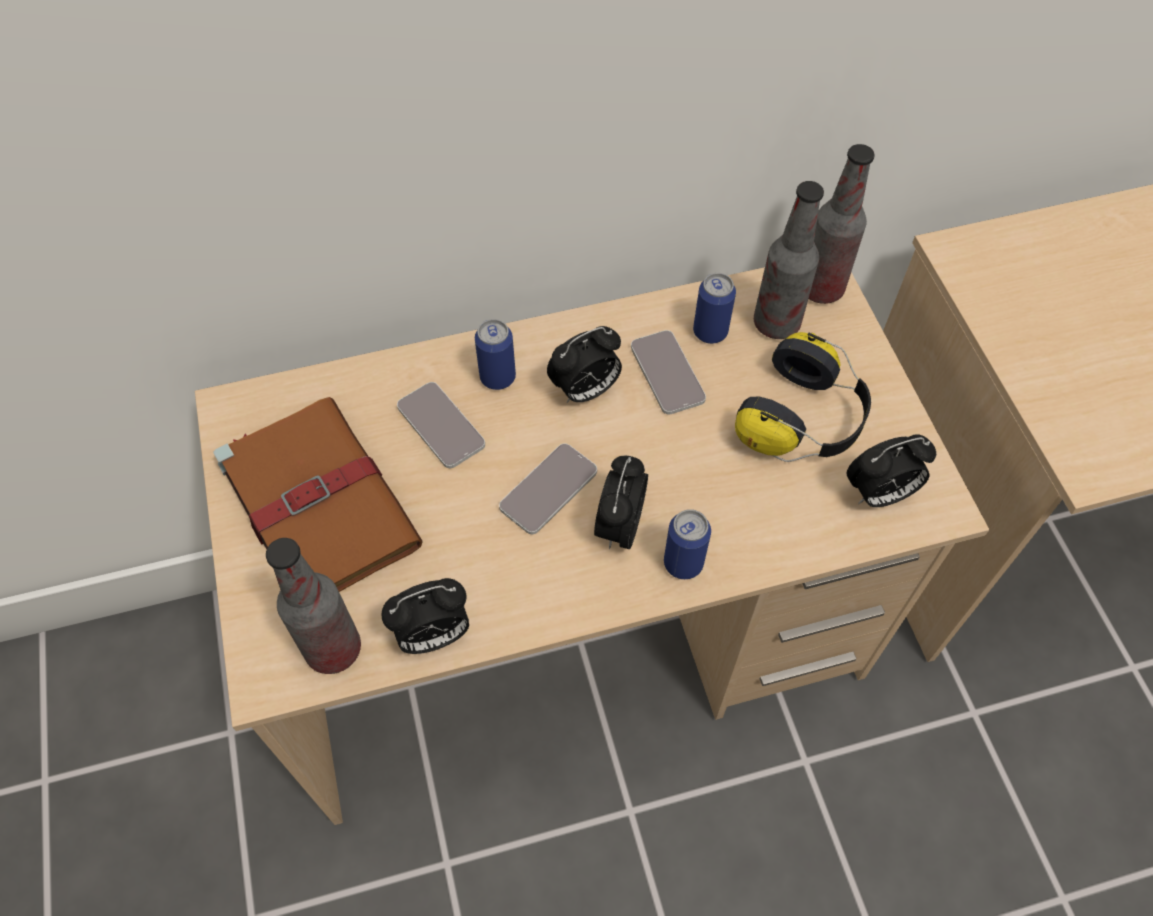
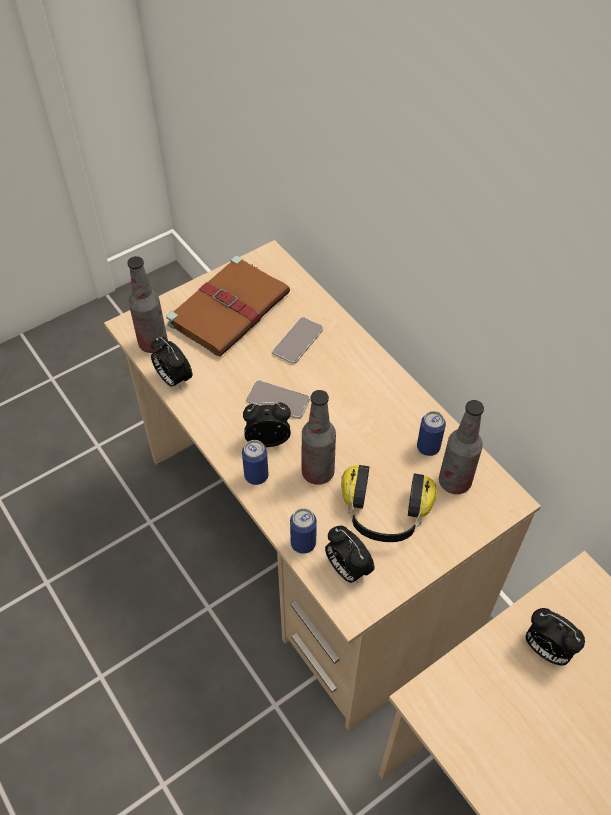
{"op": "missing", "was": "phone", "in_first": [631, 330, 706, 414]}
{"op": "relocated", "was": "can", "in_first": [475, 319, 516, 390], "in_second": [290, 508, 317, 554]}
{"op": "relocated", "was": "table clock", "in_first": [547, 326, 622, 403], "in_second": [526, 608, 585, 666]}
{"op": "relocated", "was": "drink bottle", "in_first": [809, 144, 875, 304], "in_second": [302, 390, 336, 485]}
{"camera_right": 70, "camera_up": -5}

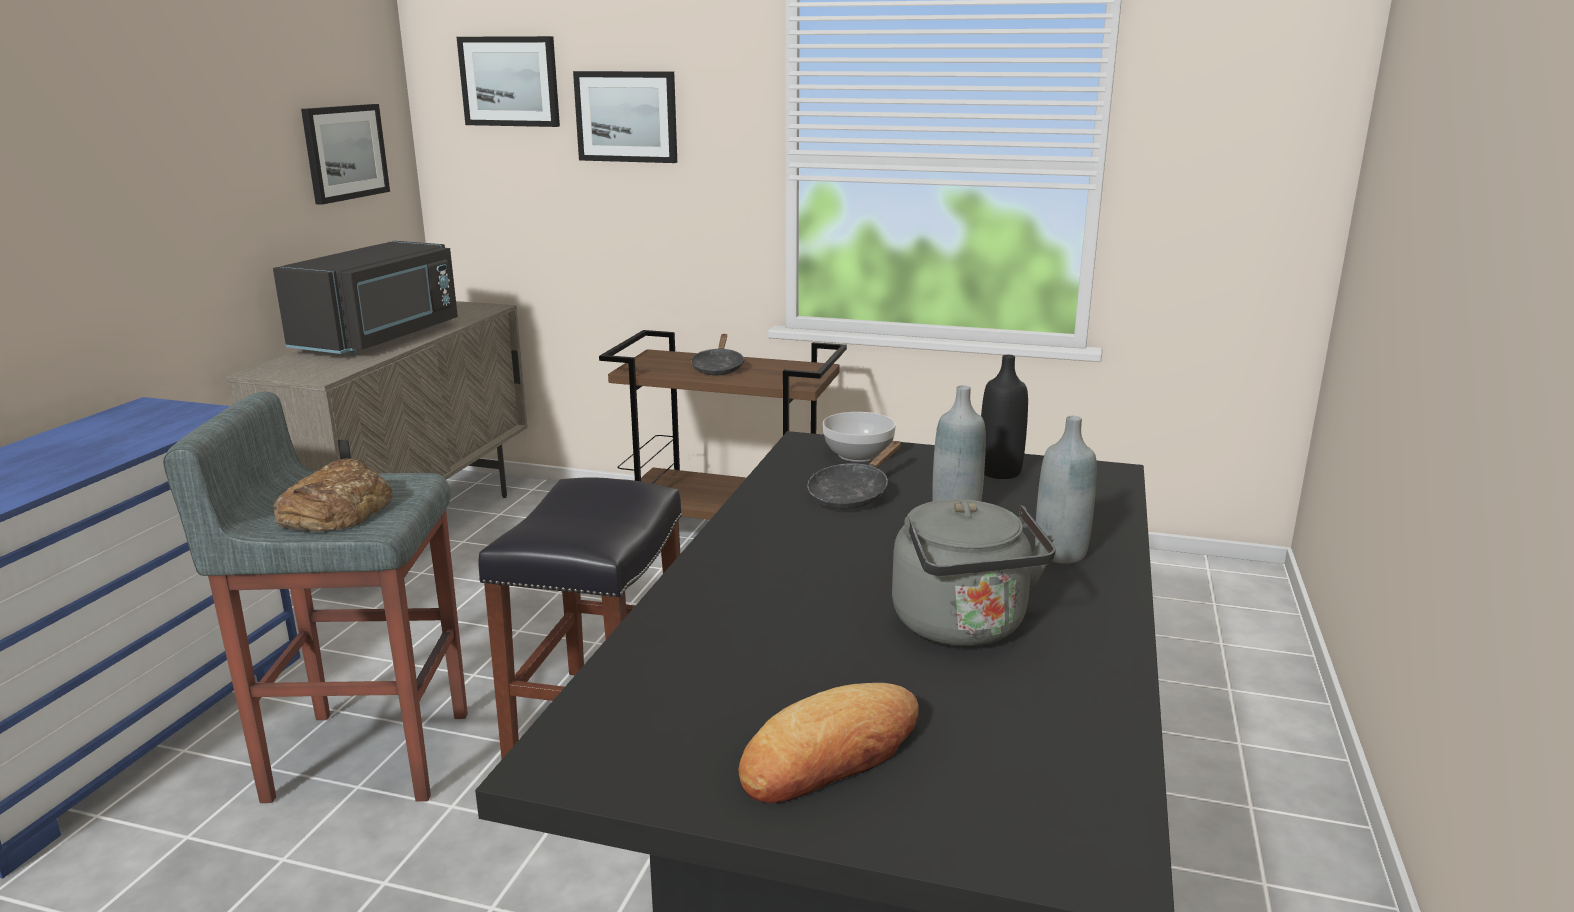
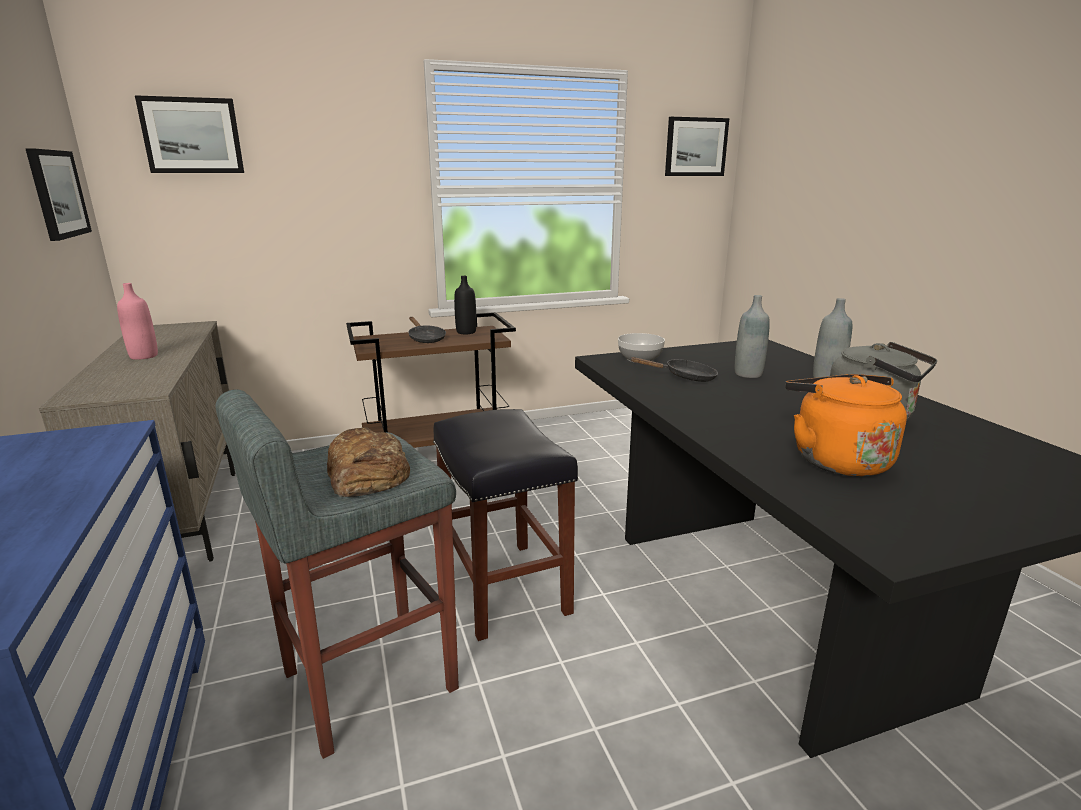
{"op": "missing", "was": "bakery bread", "in_first": [738, 683, 919, 803]}
{"op": "appeared", "now": "orange water kettle", "in_second": [785, 374, 907, 477]}
{"op": "relocated", "was": "wall picture", "in_first": [573, 71, 677, 163], "in_second": [665, 117, 730, 176]}
{"op": "relocated", "was": "black-coloured drink bottle", "in_first": [981, 355, 1028, 479], "in_second": [454, 276, 476, 334]}
{"op": "exchanged", "was": "black-coloured microwave oven", "now": "pink-coloured drink bottle", "in_first": [273, 241, 458, 354], "in_second": [117, 283, 158, 360]}
{"op": "spun", "was": "black-coloured skillet", "in_first": [807, 441, 901, 510], "in_second": [630, 357, 718, 382], "clockwise": -90}
{"camera_right": -35, "camera_up": 0}

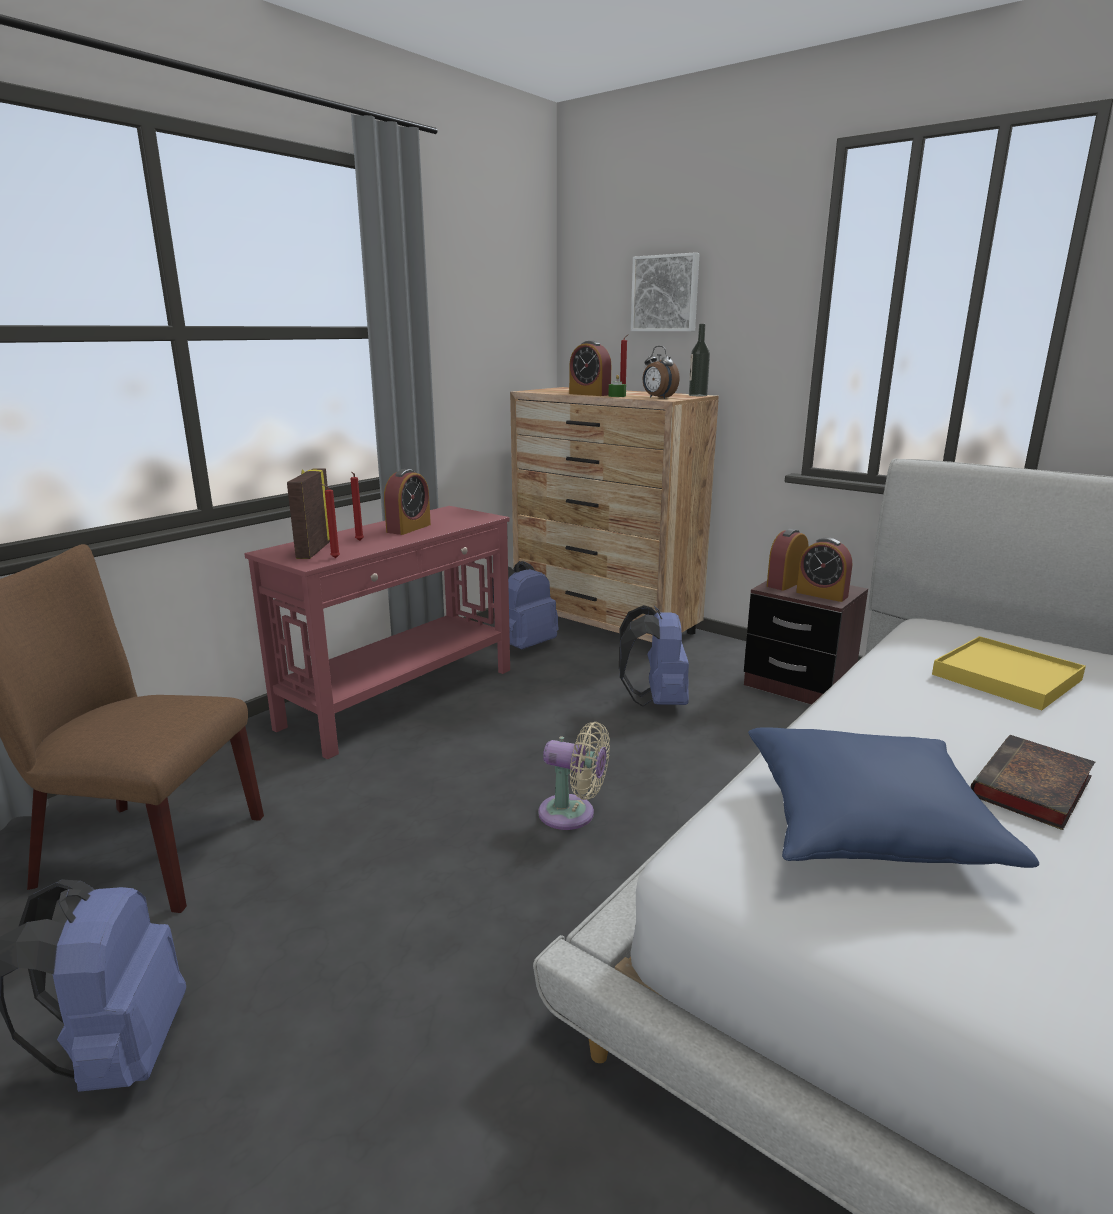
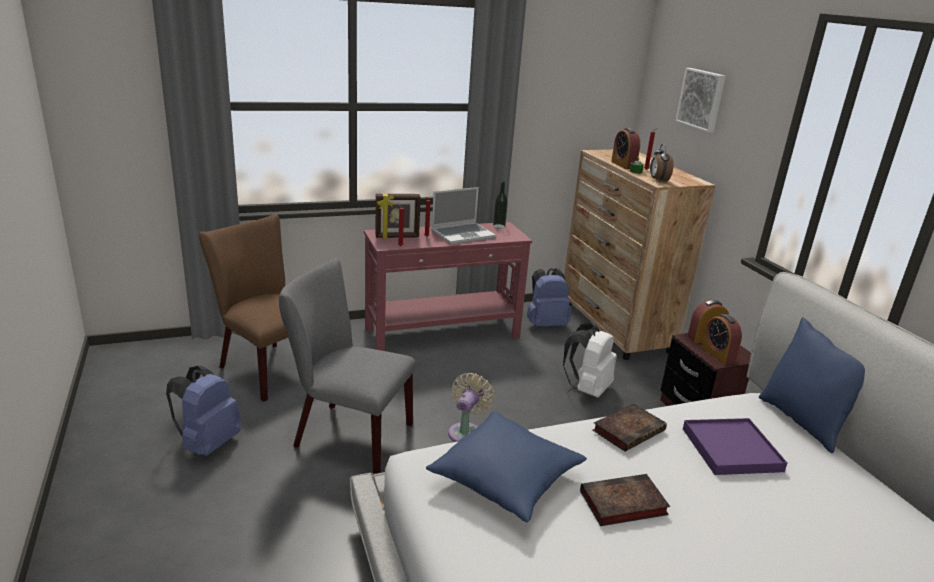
{"op": "appeared", "now": "greyish plain chair", "in_second": [279, 258, 416, 474]}
{"op": "appeared", "now": "book", "in_second": [593, 404, 667, 451]}
{"op": "appeared", "now": "blue throw pillow", "in_second": [759, 317, 865, 454]}
{"op": "relocated", "was": "drink bottle", "in_first": [689, 324, 710, 396], "in_second": [493, 181, 508, 229]}
{"op": "exchanged", "was": "table clock", "now": "notebook computer", "in_first": [384, 469, 431, 535], "in_second": [431, 187, 496, 244]}
{"op": "colour", "was": "blue backpack", "now": "white backpack", "in_first": [619, 605, 689, 707], "in_second": [563, 323, 617, 398]}
{"op": "colour", "was": "yellow tray", "now": "purplish tray", "in_first": [932, 636, 1086, 710], "in_second": [683, 418, 787, 475]}
{"op": "spun", "was": "picture frame", "in_first": [287, 468, 330, 559], "in_second": [375, 194, 421, 238], "clockwise": -135}
{"op": "spun", "was": "beige fan", "in_first": [538, 722, 610, 830], "in_second": [448, 373, 495, 442], "clockwise": -120}
{"camera_right": 30, "camera_up": 5}

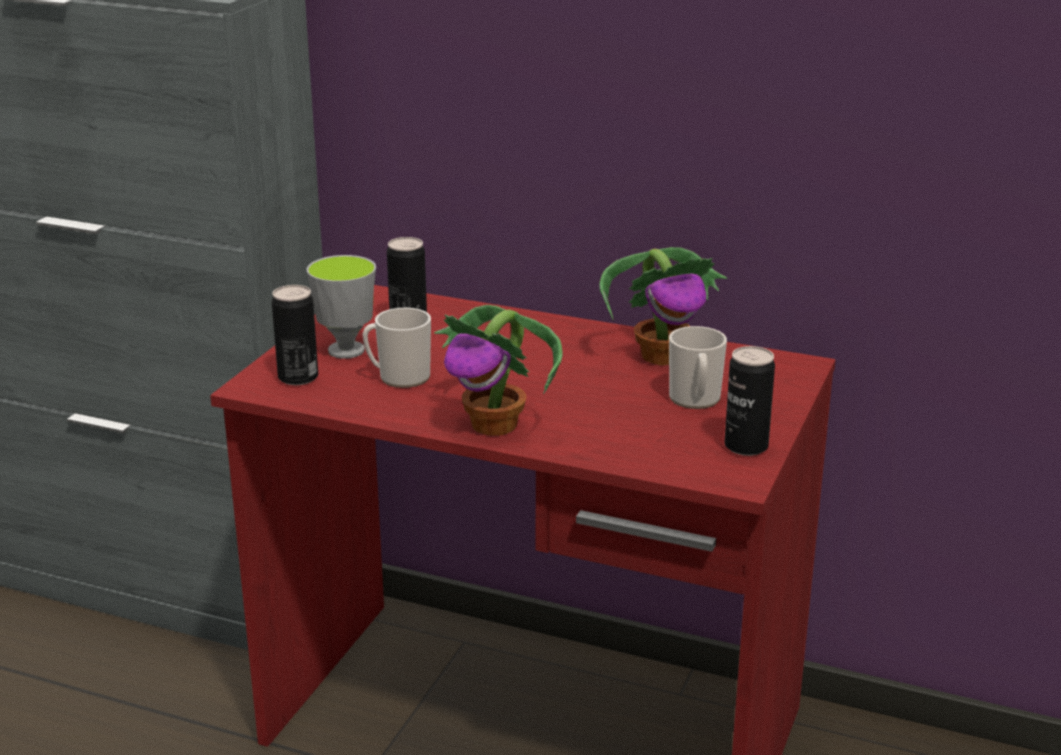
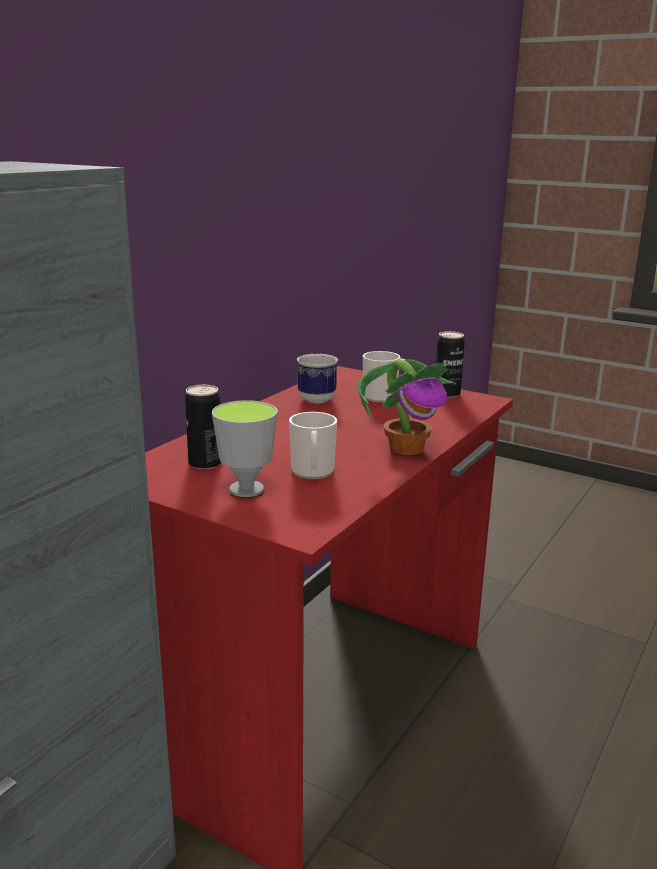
{"op": "missing", "was": "can", "in_first": [272, 285, 318, 385]}
{"op": "exchanged", "was": "houseplant", "now": "mug", "in_first": [599, 247, 728, 365], "in_second": [297, 354, 338, 403]}
{"camera_right": -80, "camera_up": -5}

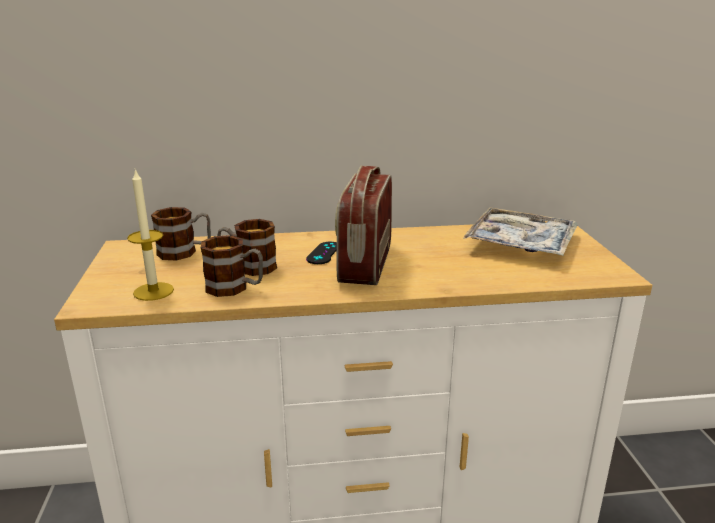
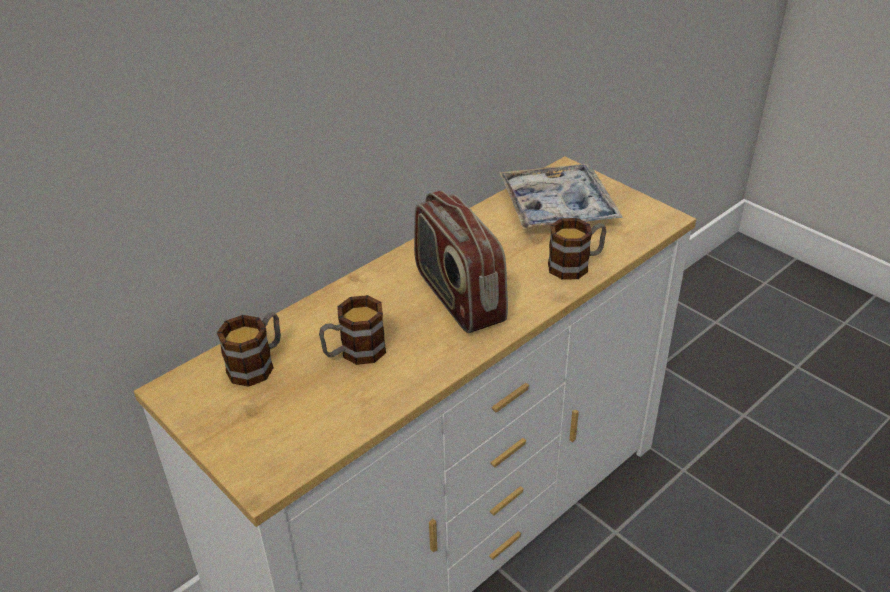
{"op": "missing", "was": "candle", "in_first": [127, 169, 174, 301]}
{"op": "missing", "was": "black-coloured joypad", "in_first": [306, 242, 337, 264]}
{"op": "relocated", "was": "mug", "in_first": [201, 235, 263, 297], "in_second": [548, 218, 606, 280]}
{"camera_right": -35, "camera_up": 15}

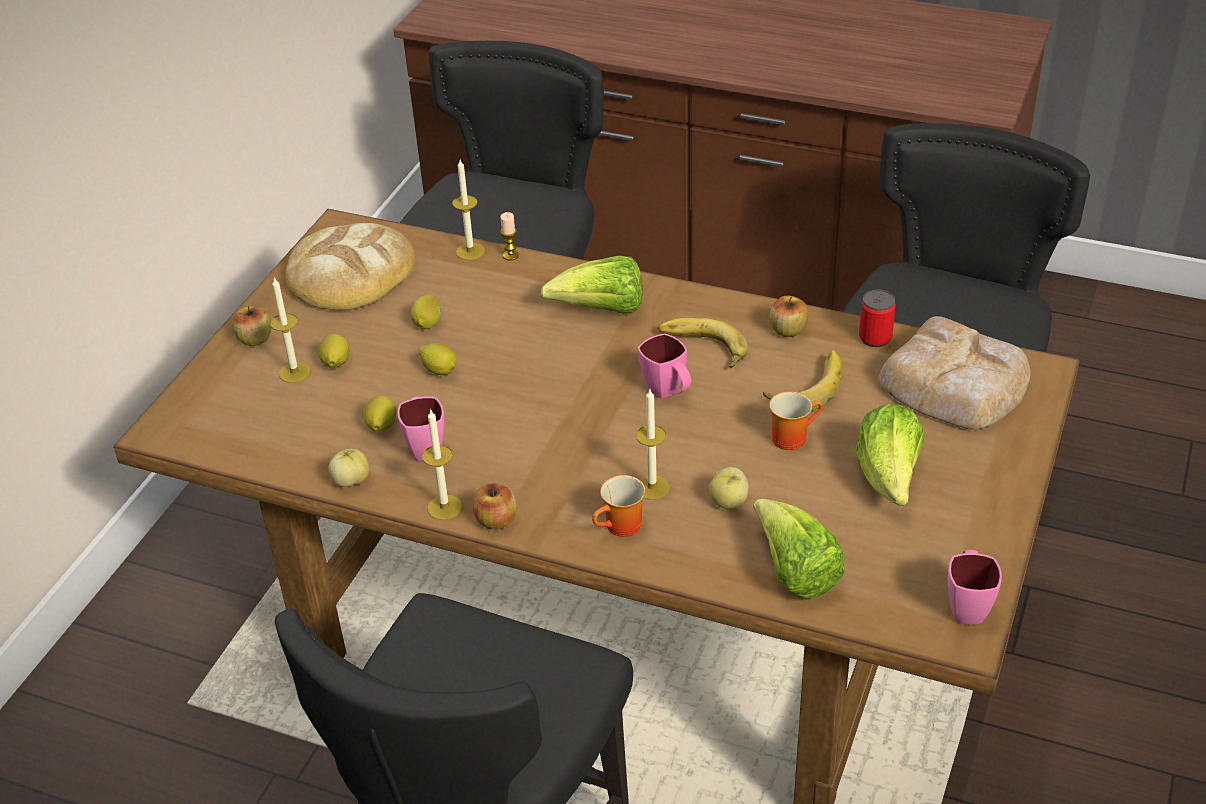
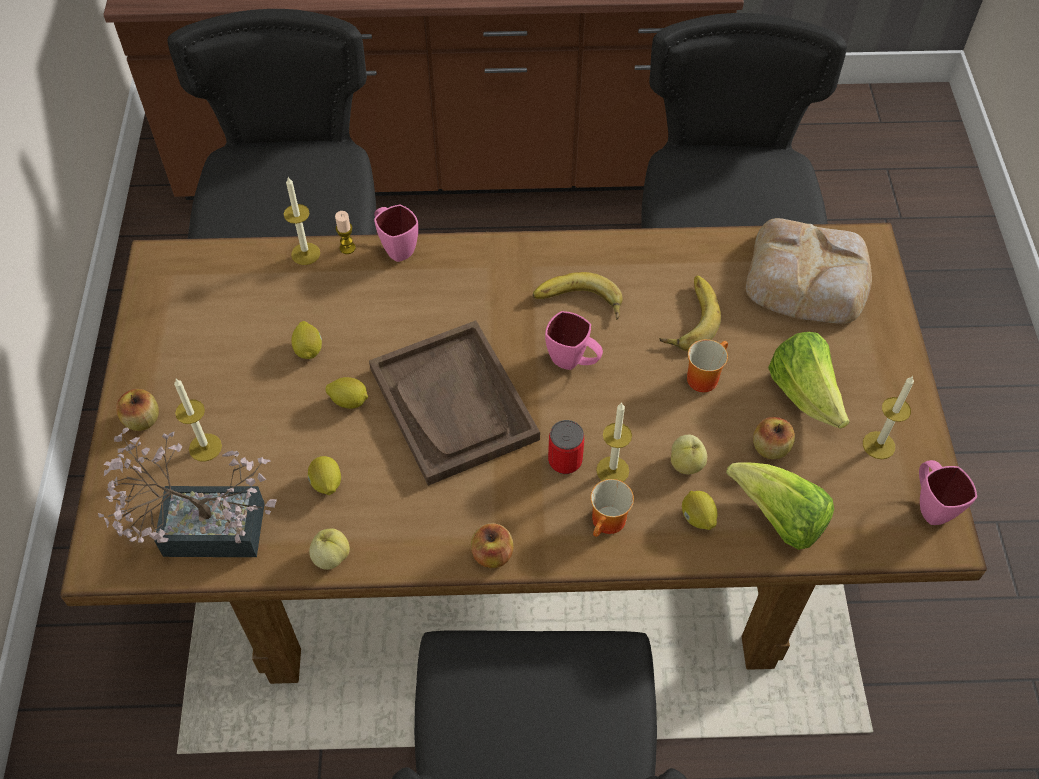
{"op": "missing", "was": "bakery bread", "in_first": [285, 223, 415, 310]}
{"op": "missing", "was": "head of lettuce", "in_first": [541, 256, 642, 314]}
{"op": "appeared", "now": "houseplant", "in_second": [98, 427, 277, 557]}
{"op": "appeared", "now": "brownish tray", "in_second": [369, 321, 540, 486]}
{"op": "relocated", "was": "lemon", "in_first": [318, 334, 349, 368], "in_second": [682, 491, 717, 530]}
{"op": "relocated", "was": "pink-coloured mug", "in_first": [397, 396, 444, 461], "in_second": [374, 205, 419, 262]}
{"op": "relocated", "was": "candle", "in_first": [422, 409, 462, 520], "in_second": [863, 376, 914, 459]}
{"op": "relocated", "was": "apple", "in_first": [769, 296, 808, 337], "in_second": [753, 417, 795, 460]}
{"op": "relocated", "was": "can", "in_first": [859, 289, 895, 347], "in_second": [548, 420, 584, 474]}
{"camera_right": -25, "camera_up": 15}

